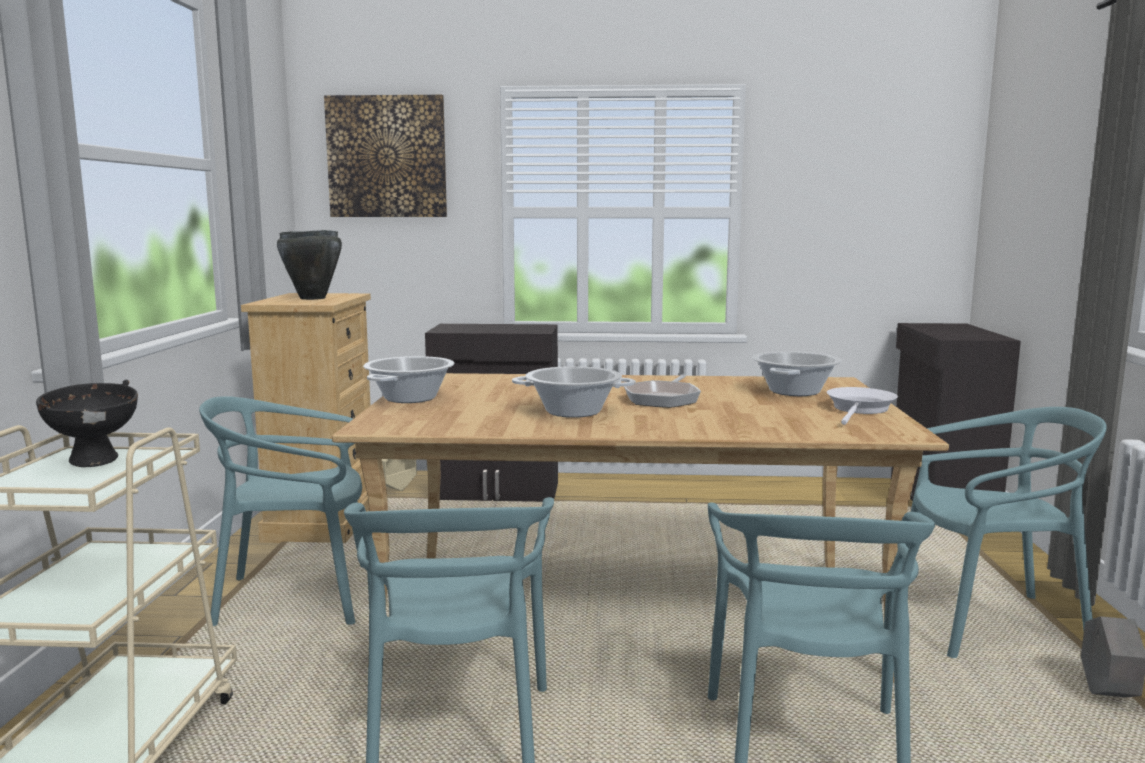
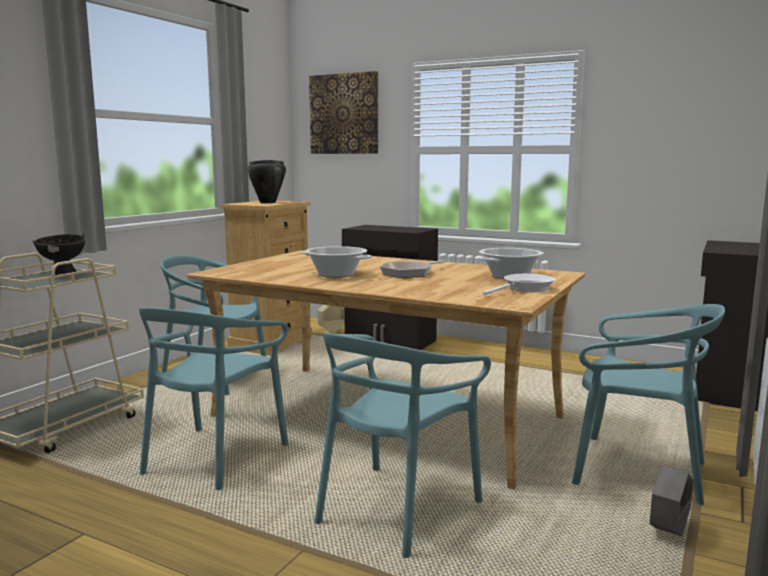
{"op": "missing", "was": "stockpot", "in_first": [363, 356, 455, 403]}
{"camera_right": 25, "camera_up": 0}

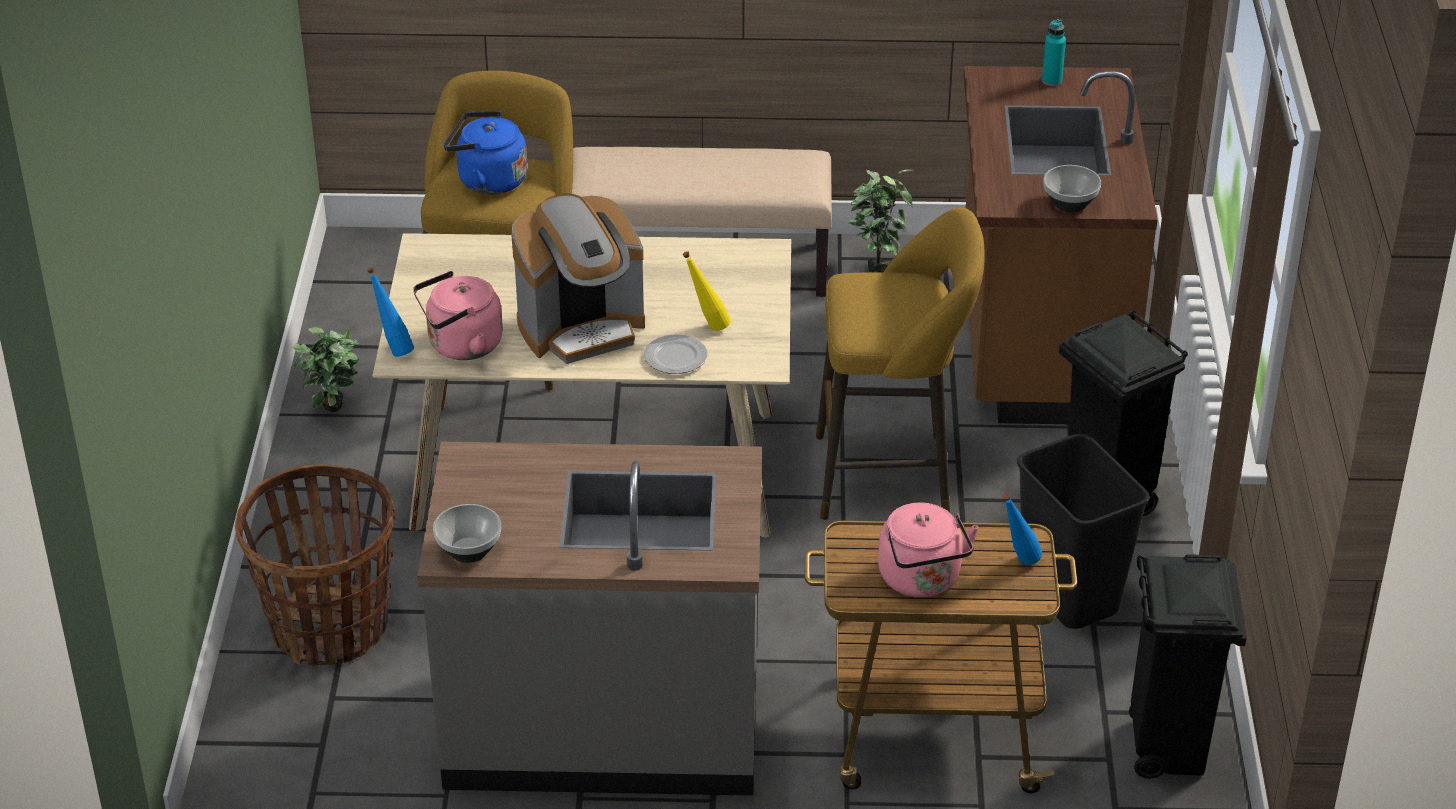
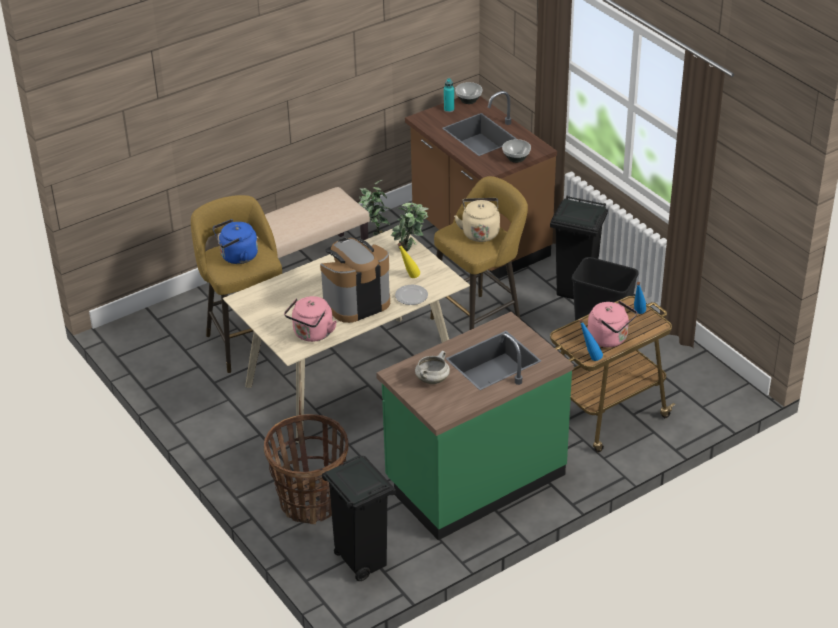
{"op": "appeared", "now": "white stockpot", "in_second": [415, 351, 450, 384]}
{"op": "appeared", "now": "beige water kettle", "in_second": [454, 198, 500, 242]}
{"op": "relocated", "was": "houseplant", "in_first": [291, 327, 360, 412], "in_second": [391, 202, 429, 252]}
{"op": "relocated", "was": "blue drink bottle", "in_first": [367, 267, 414, 357], "in_second": [579, 319, 603, 361]}
{"op": "relocated", "was": "bowl", "in_first": [433, 504, 501, 563], "in_second": [455, 82, 482, 104]}
{"op": "relocated", "was": "black-coloured rubbish bin", "in_first": [1129, 554, 1247, 779], "in_second": [322, 456, 396, 581]}
{"op": "colour", "was": "greyish counter", "now": "green-coloured counter", "in_first": [417, 441, 762, 796], "in_second": [376, 312, 574, 540]}
{"op": "spun", "was": "coffee machine", "in_first": [511, 193, 645, 364], "in_second": [320, 238, 390, 323], "clockwise": -150}
{"camera_right": -35, "camera_up": 0}

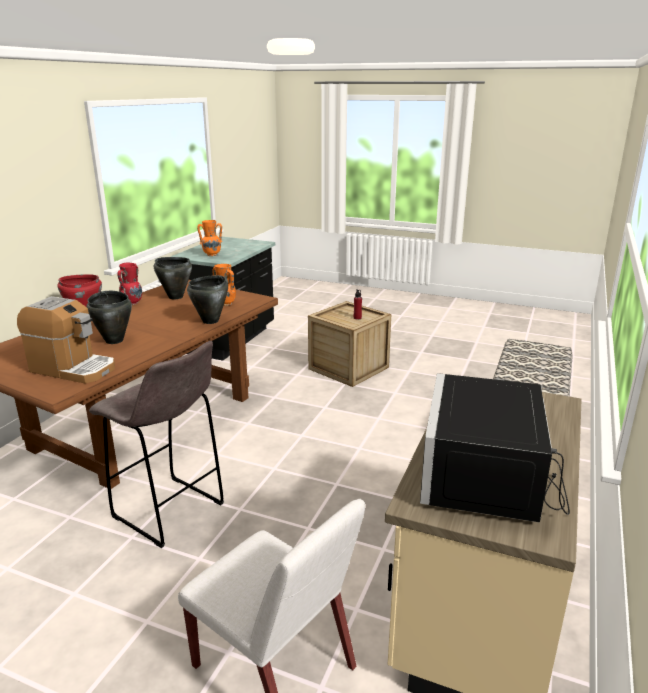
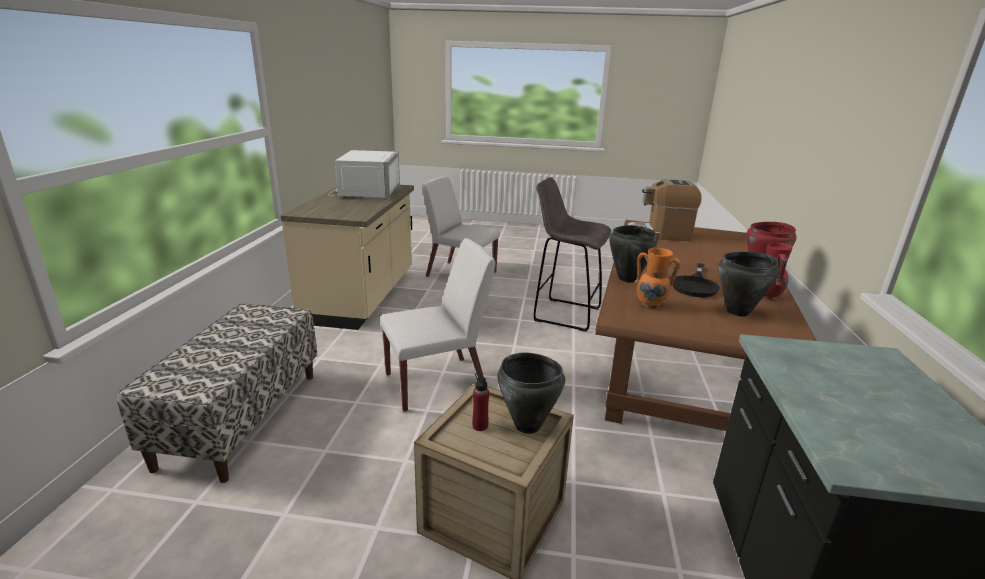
{"op": "missing", "was": "orange flower vase", "in_first": [197, 220, 222, 256]}
{"op": "appeared", "now": "white plain chair", "in_second": [380, 238, 495, 412]}
{"op": "appeared", "now": "black-coloured skillet", "in_second": [673, 263, 720, 297]}
{"op": "relocated", "was": "black-coloured stockpot", "in_first": [86, 291, 132, 344], "in_second": [497, 353, 565, 434]}
{"op": "colour", "was": "black-coloured microwave oven", "now": "white microwave oven", "in_first": [420, 373, 570, 522], "in_second": [329, 150, 400, 198]}
{"camera_right": 165, "camera_up": 0}

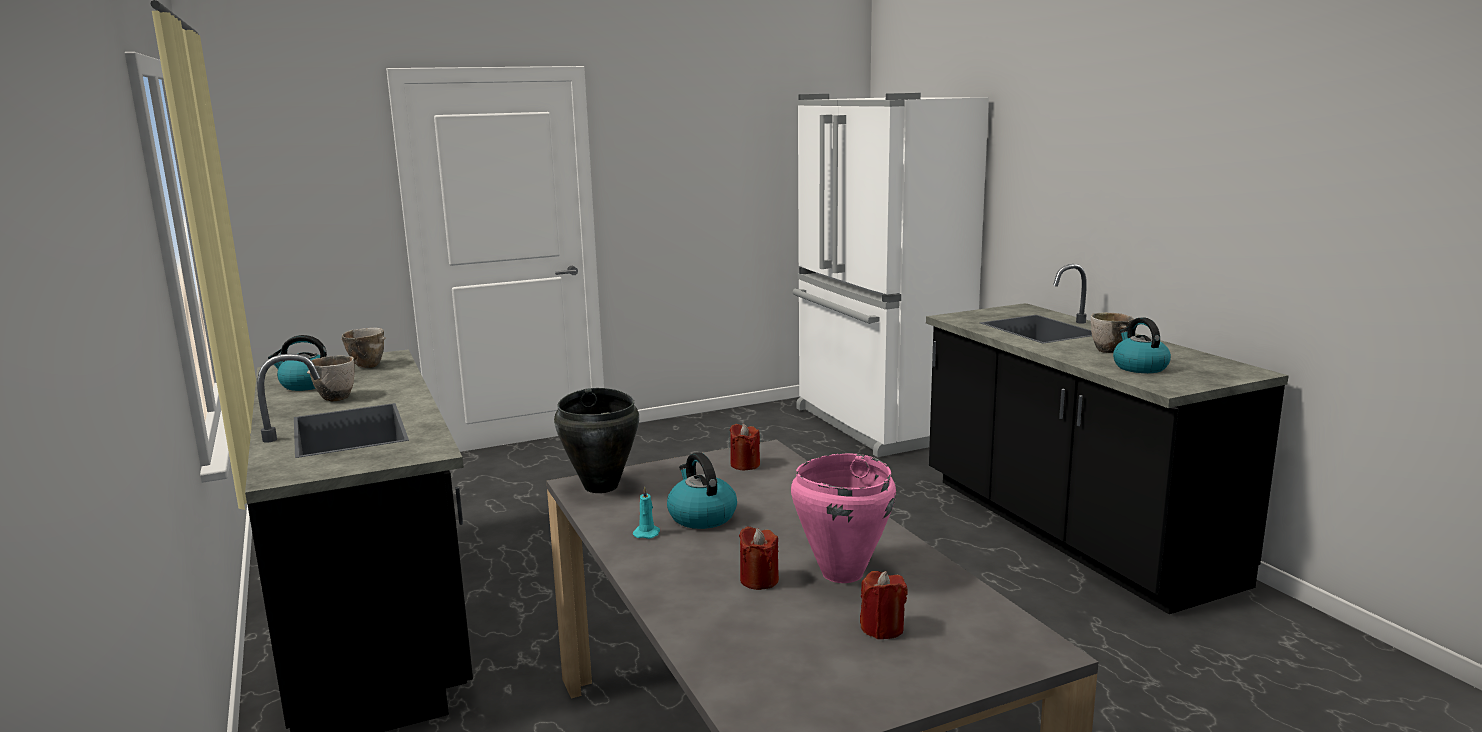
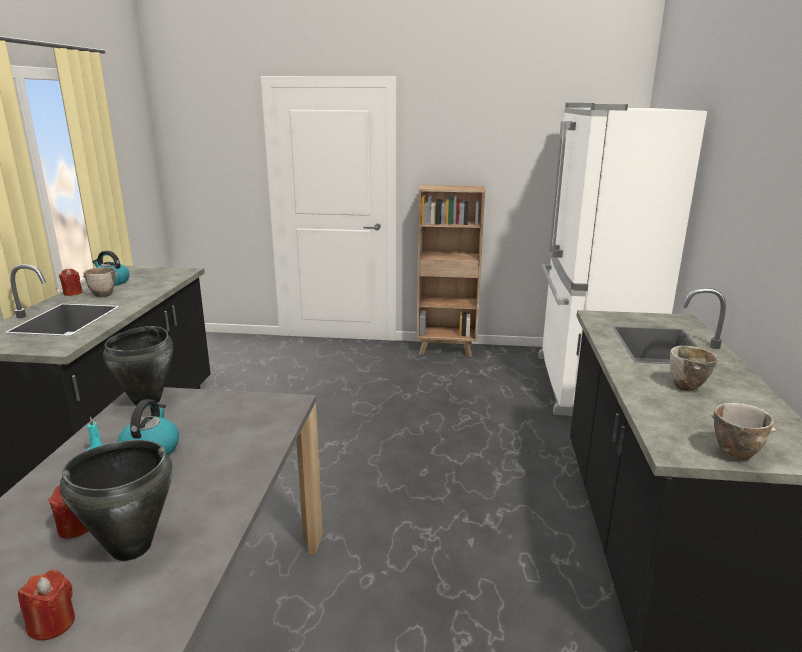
{"op": "missing", "was": "water kettle", "in_first": [1113, 317, 1171, 373]}
{"op": "appeared", "now": "brownish bookcase", "in_second": [417, 185, 485, 357]}
{"op": "relocated", "was": "bowl", "in_first": [341, 328, 386, 368], "in_second": [710, 403, 776, 460]}
{"op": "relocated", "was": "red candle", "in_first": [730, 424, 760, 470], "in_second": [59, 269, 83, 296]}
{"op": "colour", "was": "pink-coloured stockpot", "now": "black-coloured stockpot", "in_first": [791, 453, 896, 583], "in_second": [60, 440, 173, 561]}
{"camera_right": 30, "camera_up": 5}

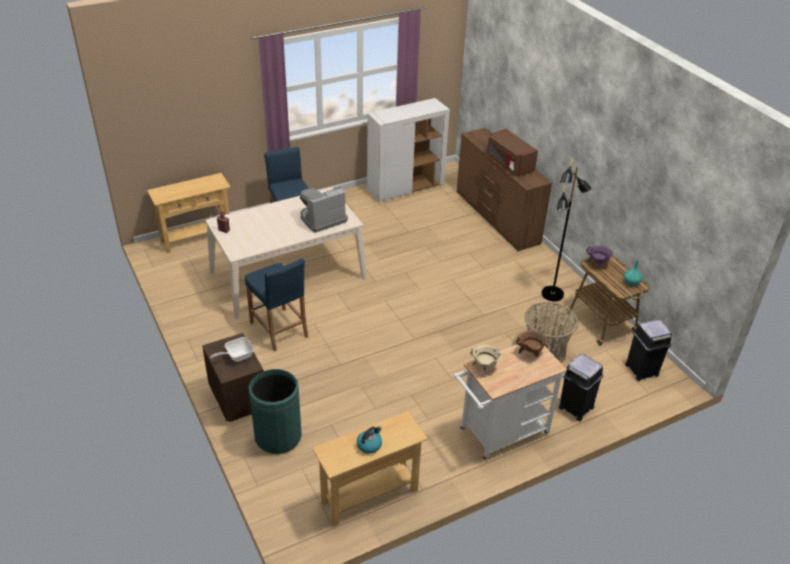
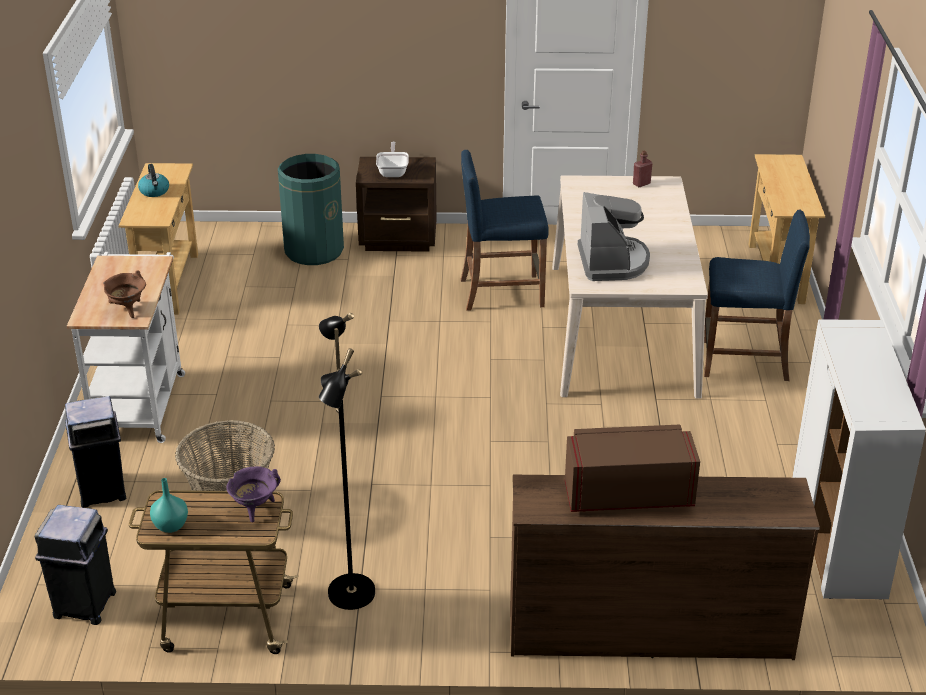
{"op": "missing", "was": "beige stockpot", "in_first": [470, 345, 502, 373]}
{"camera_right": 120, "camera_up": -5}

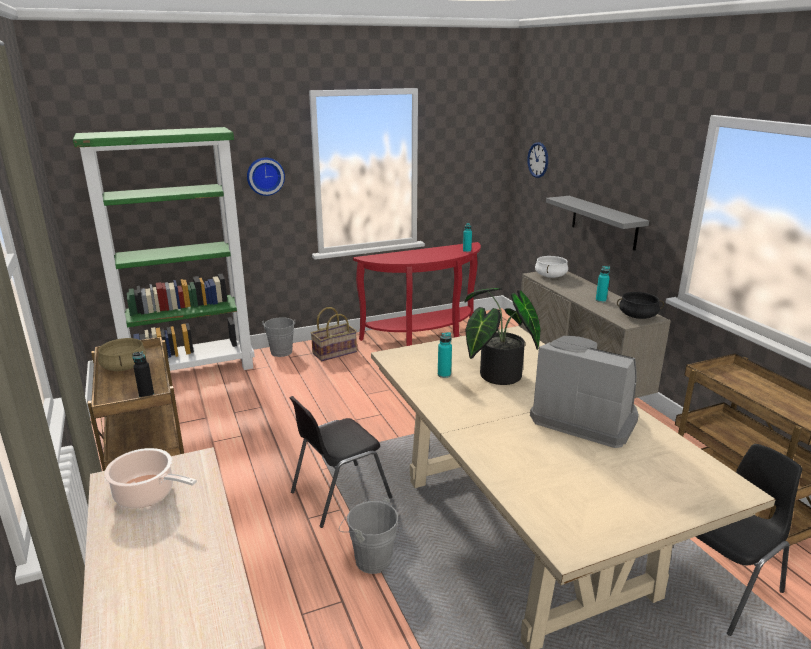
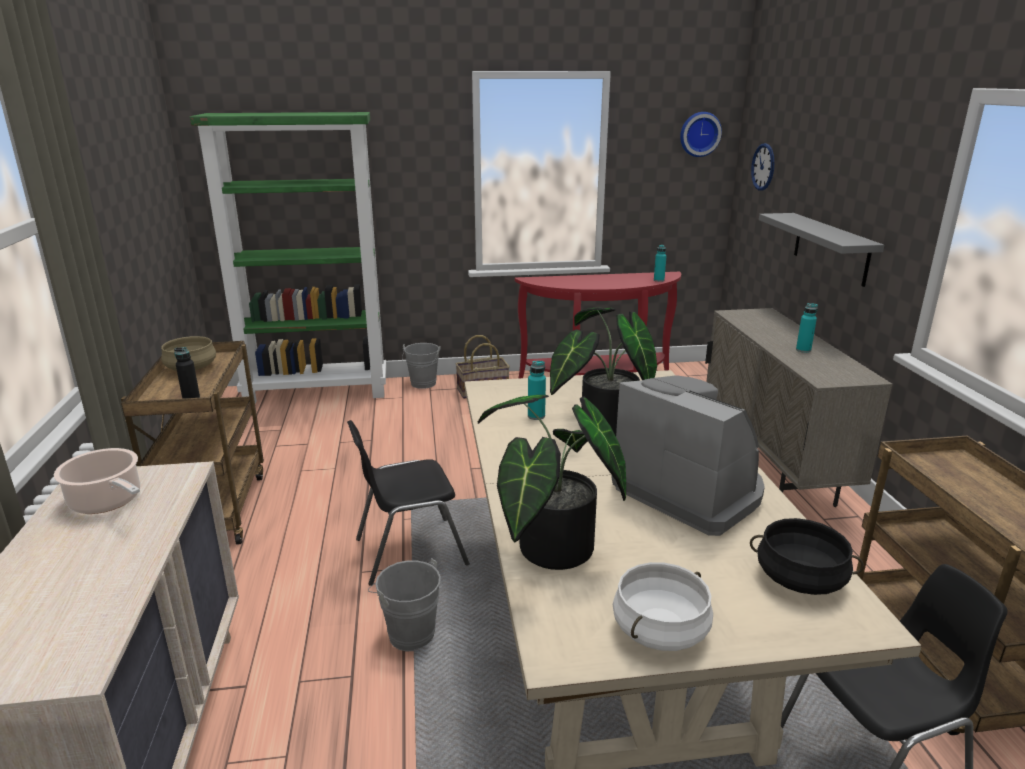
{"op": "appeared", "now": "houseplant", "in_second": [478, 395, 626, 570]}
{"op": "relocated", "was": "wall clock", "in_first": [247, 158, 285, 196], "in_second": [680, 112, 722, 157]}
{"op": "relocated", "was": "white stockpot", "in_first": [535, 256, 568, 278], "in_second": [613, 562, 713, 651]}
{"op": "relocated", "was": "black-coloured stockpot", "in_first": [617, 292, 664, 319], "in_second": [750, 518, 864, 595]}
{"camera_right": 15, "camera_up": 0}

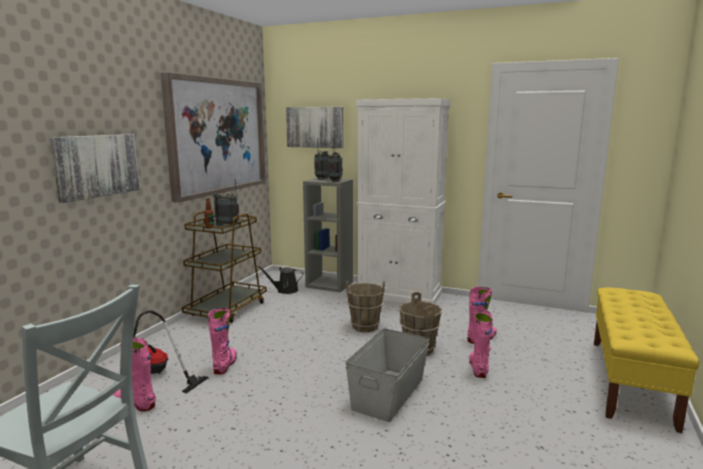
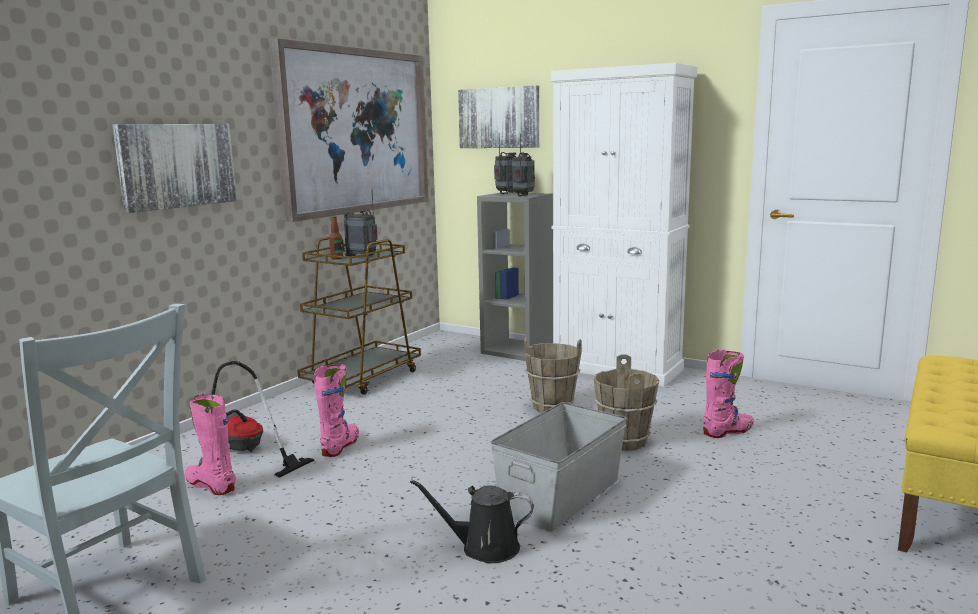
{"op": "missing", "was": "pink-coloured high-top boot", "in_first": [469, 310, 493, 378]}
{"op": "relocated", "was": "black-coloured sprinkling can", "in_first": [257, 266, 303, 294], "in_second": [410, 479, 534, 563]}
{"camera_right": 10, "camera_up": 0}

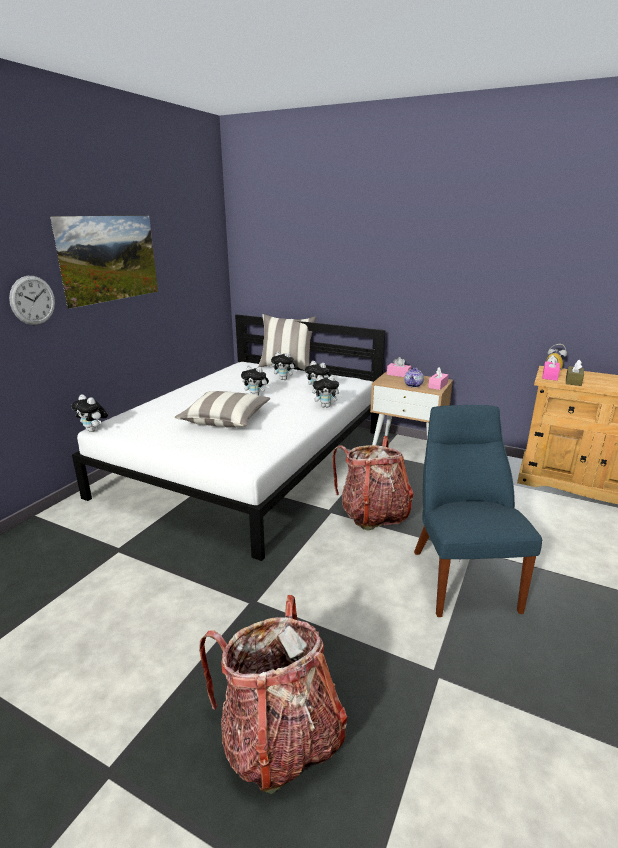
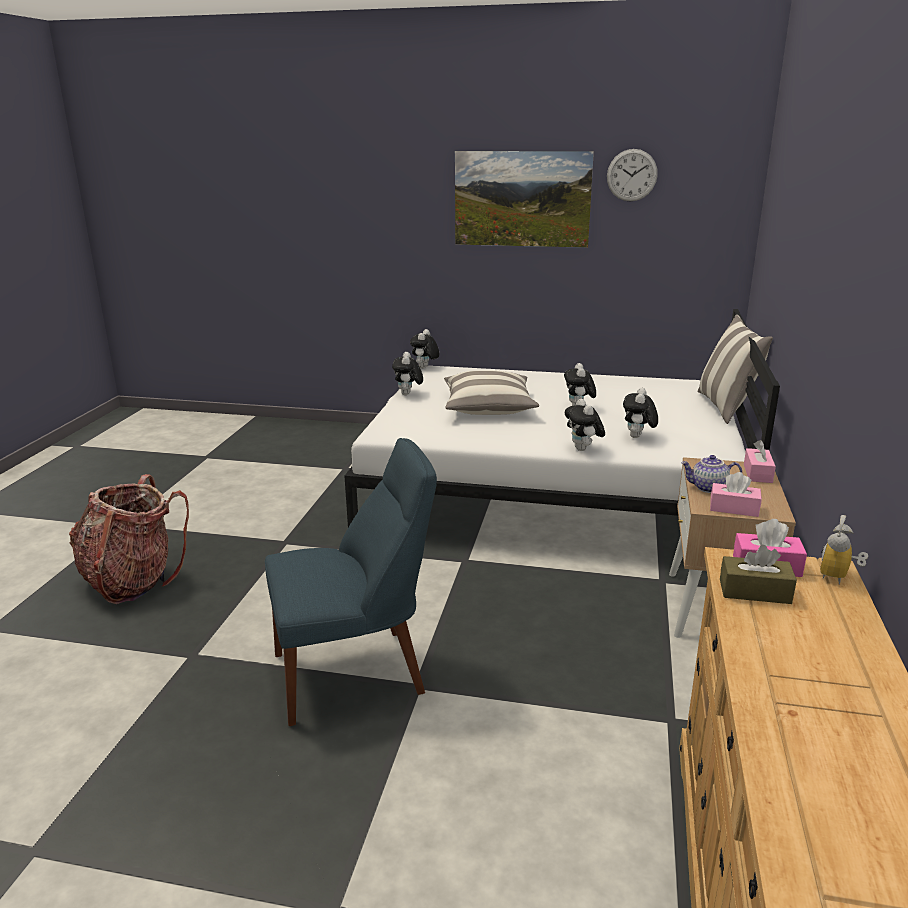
{"op": "missing", "was": "backpack", "in_first": [332, 436, 413, 531]}
{"op": "relocated", "was": "wall clock", "in_first": [9, 276, 55, 325], "in_second": [607, 149, 658, 201]}
{"op": "relocated", "was": "cuddly toy", "in_first": [271, 351, 297, 380], "in_second": [392, 352, 423, 395]}
{"camera_right": 75, "camera_up": 0}

